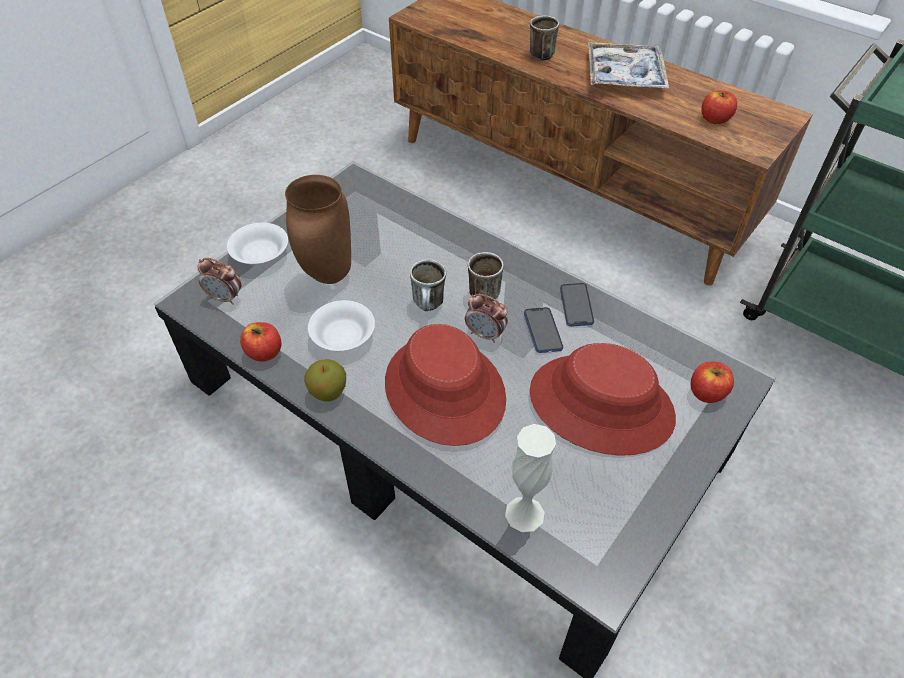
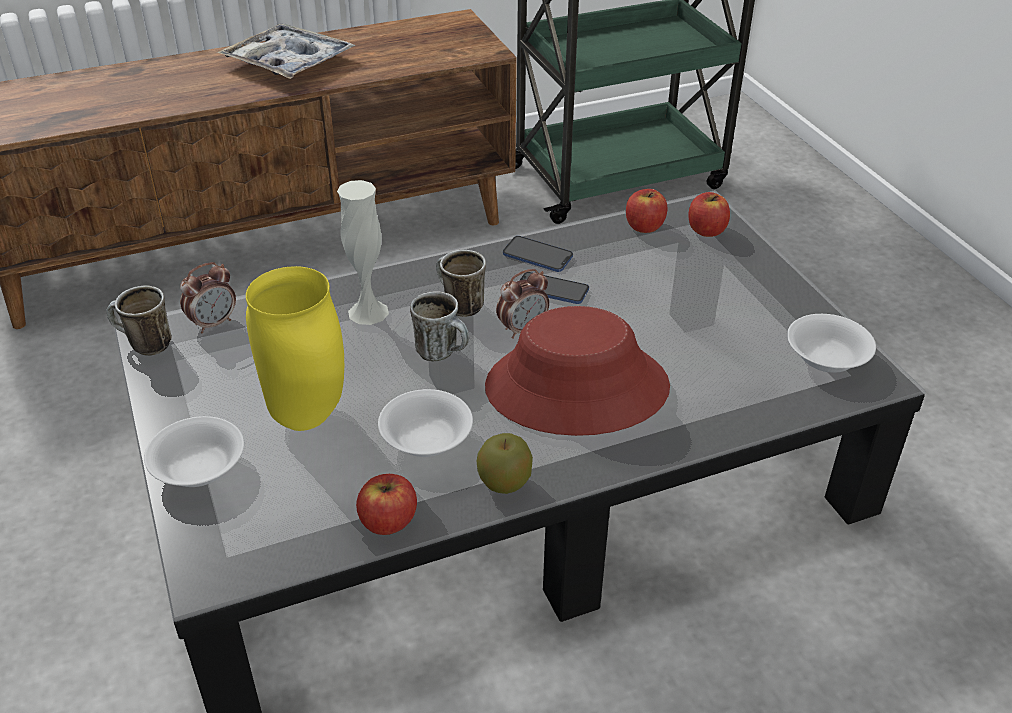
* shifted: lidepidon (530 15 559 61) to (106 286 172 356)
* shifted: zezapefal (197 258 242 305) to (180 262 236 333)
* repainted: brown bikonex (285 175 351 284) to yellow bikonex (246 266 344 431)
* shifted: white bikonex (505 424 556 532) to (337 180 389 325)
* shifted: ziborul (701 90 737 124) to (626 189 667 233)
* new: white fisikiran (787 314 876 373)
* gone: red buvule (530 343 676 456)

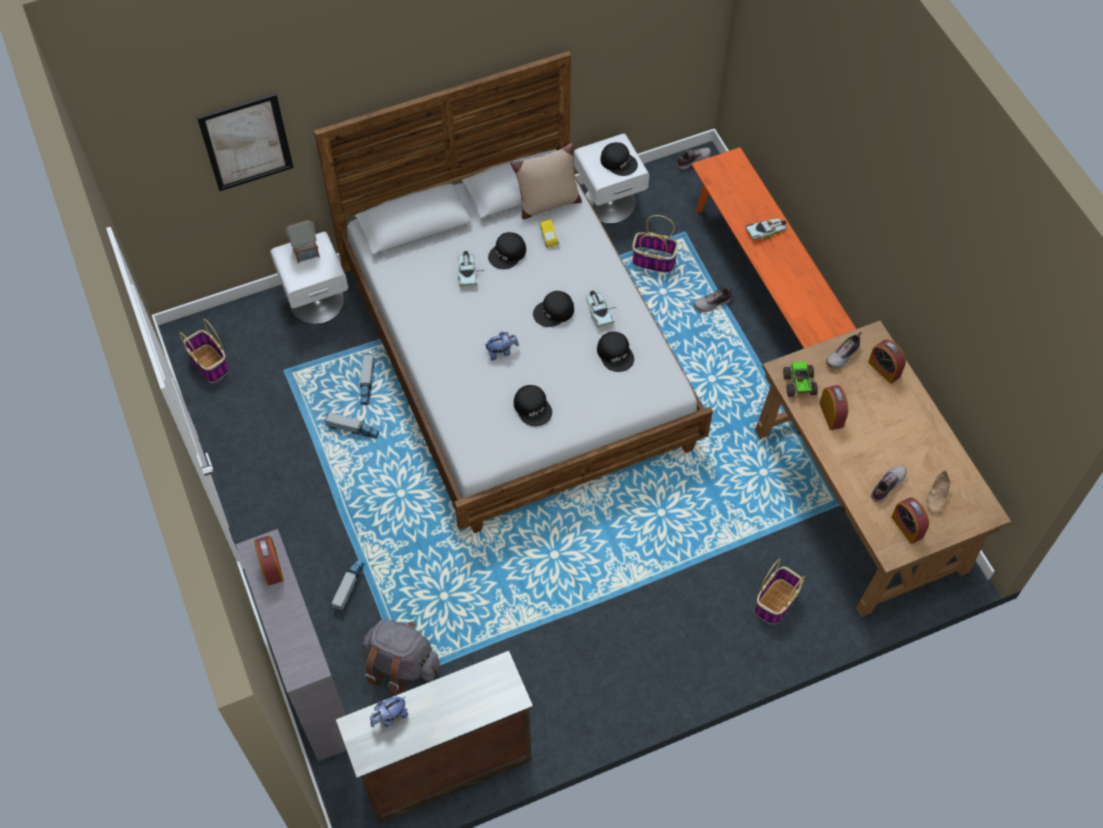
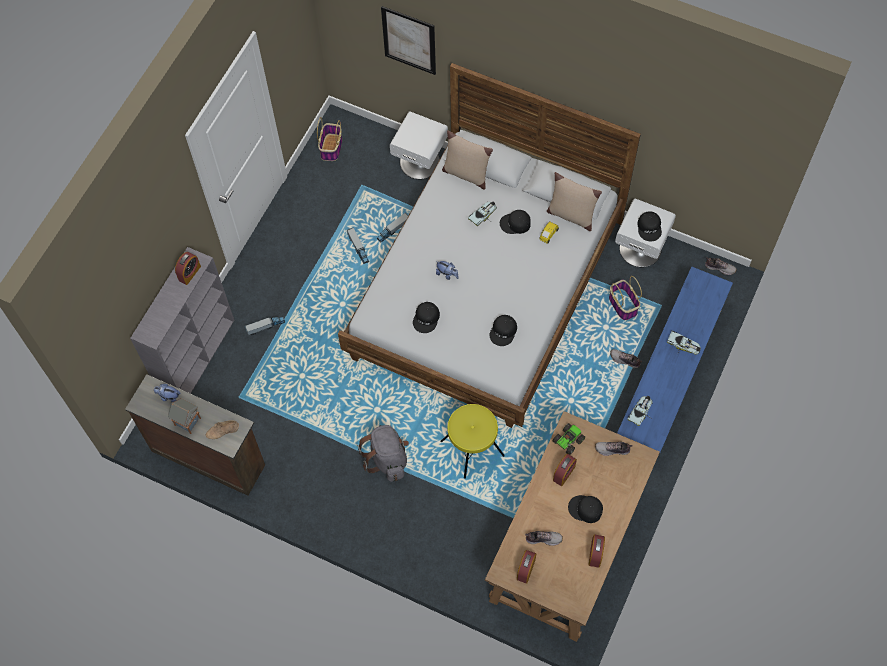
* shifted: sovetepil (285 220 320 263) to (168 398 201 434)
* shifted: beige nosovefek (927 470 950 514) to (206 420 239 439)
* shifted: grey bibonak (363 619 440 695) to (358 425 409 482)
* new: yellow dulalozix (440 404 505 479)
* new: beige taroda (442 130 493 190)
* shifted: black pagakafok (533 291 574 327) to (568 495 603 523)
* shifted: zezapefal (868 339 906 384) to (588 535 605 568)
* repainted: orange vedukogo (691 147 856 348) to blue vedukogo (617 266 733 452)
* shifted: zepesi (586 291 616 328) to (627 396 653 426)
* gone: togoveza (754 559 805 624)

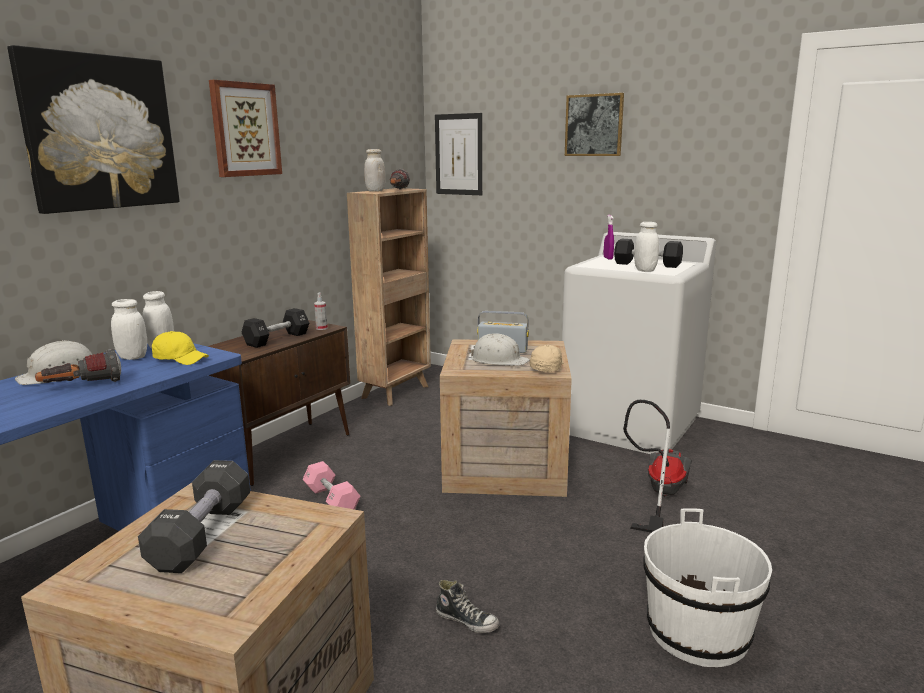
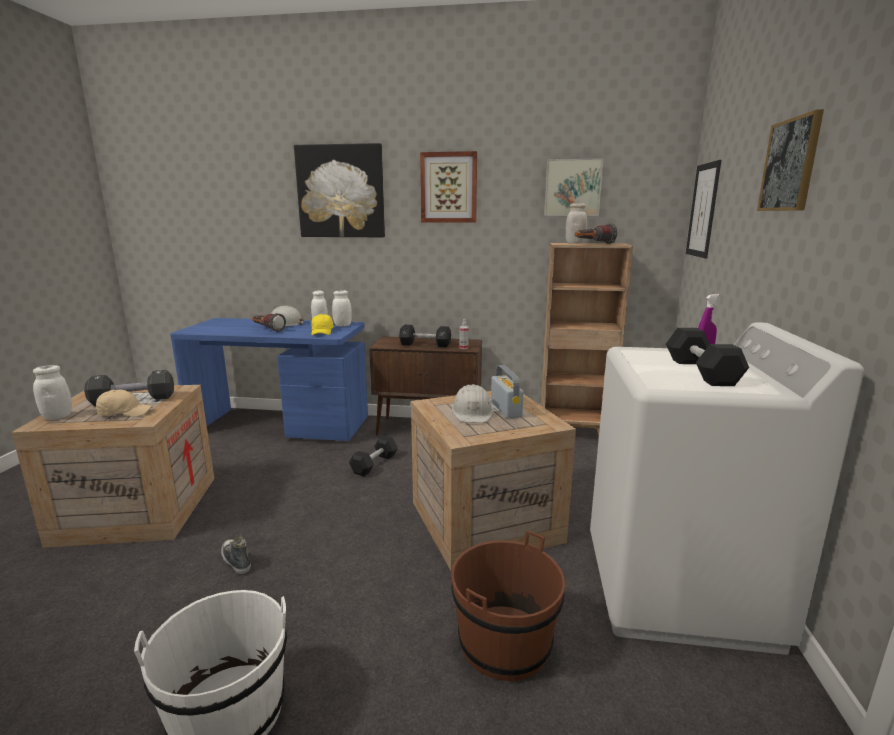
* shifted: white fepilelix (634 222 659 272) to (33 365 72 420)
* shifted: beige pagakafok (530 345 563 372) to (96 390 153 417)
* rotated: nosovefek (436 580 500 633) = (221 535 251 574) 135 degrees clockwise
* repainted: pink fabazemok (302 461 361 510) to black fabazemok (349 436 398 476)
* swapped: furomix (623 400 692 533) to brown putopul (451 530 565 681)
* new: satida (544 158 604 216)

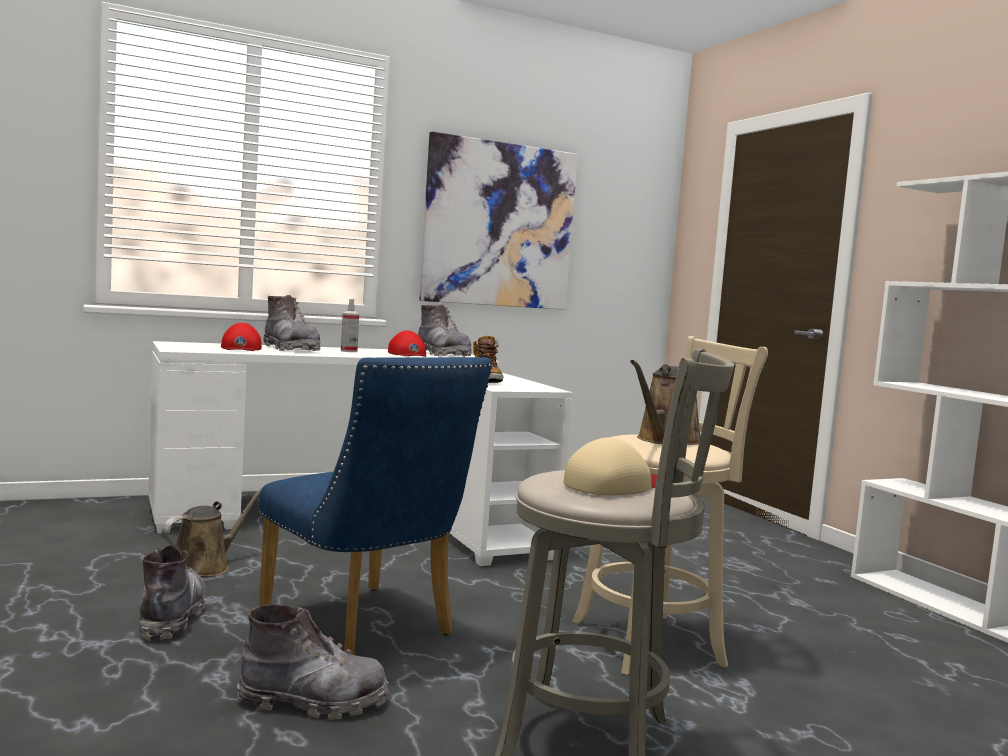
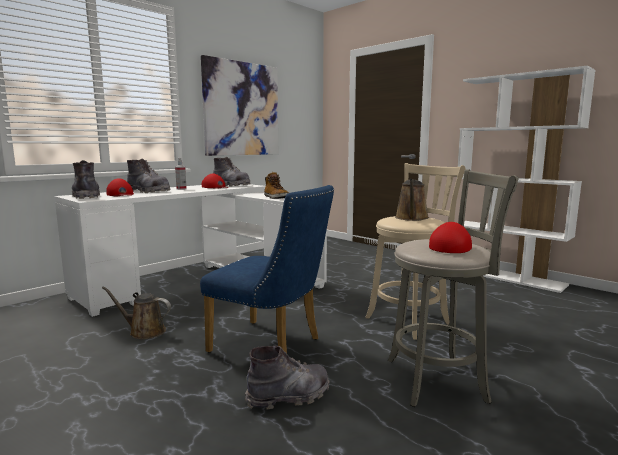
* shifted: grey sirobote (139 545 206 640) to (72 160 100 199)
* rotated: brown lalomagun (162 488 262 577) = (102 287 171 339) 90 degrees counterclockwise
* repainted: beige pagakafok (564 437 657 495) to red pagakafok (429 222 472 253)

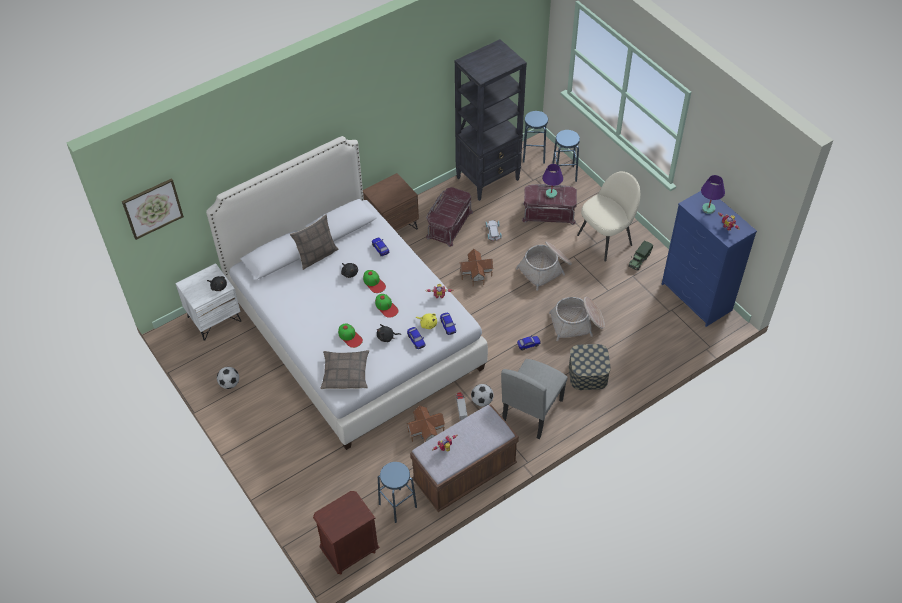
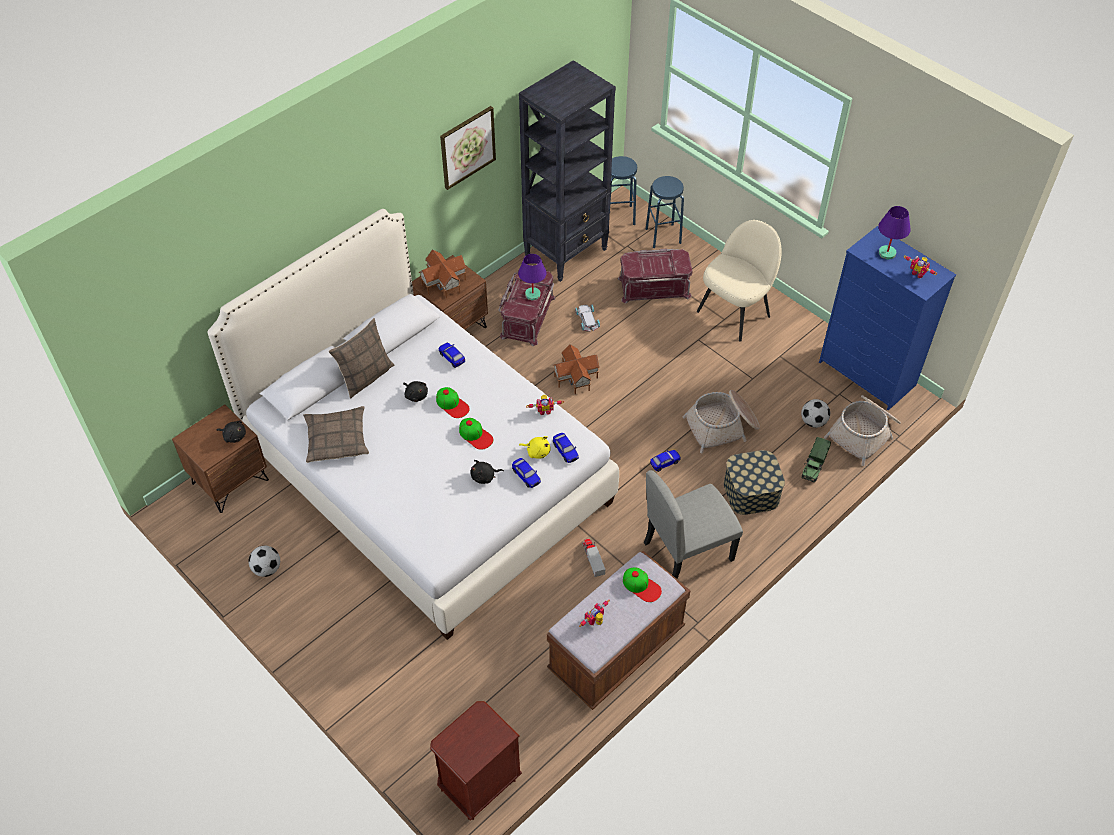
* repainted: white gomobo (176 263 241 341) to brown gomobo (172 404 269 513)
* shifted: taroda (320 350 369 389) to (303 406 369 463)
* shifted: sovetepil (407 405 445 442) to (419 249 467 298)
* shifted: satida (122 178 184 240) to (440 106 496 190)
* shifted: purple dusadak (542 164 563 198) to (518 254 547 300)
* shifted: pagakafok (338 324 363 348) to (623 567 662 602)
* rotated: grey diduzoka (501 359 568 439) = (644 470 743 579) 45 degrees clockwise
* shifted: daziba (471 384 494 406) to (801 399 830 428)
* shifted: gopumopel (628 240 653 270) to (801 437 831 483)
* shifted: togoveza (516 241 572 291) to (824 395 901 466)
* gone: blue dulalozix (378 462 417 523)

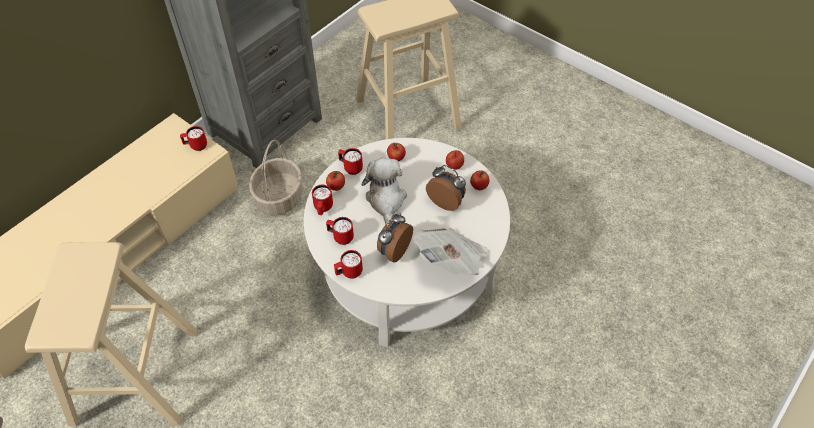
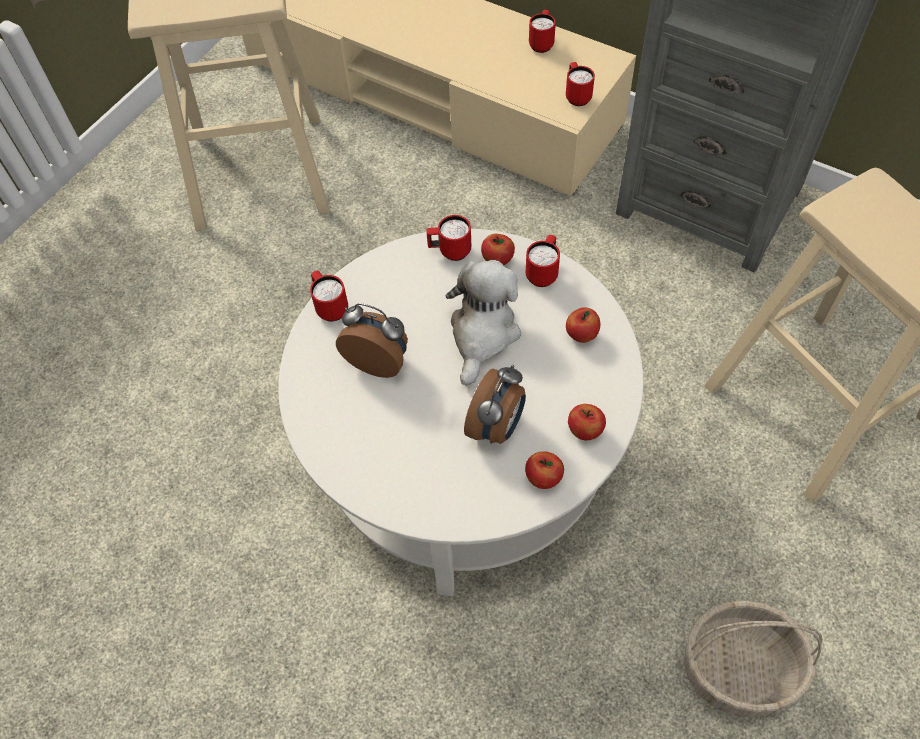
* rotated: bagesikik (361 157 407 224) = (446 260 521 386) 60 degrees counterclockwise
* shifted: red lidepidon (326 217 354 245) to (529 10 556 53)
* shifted: togoveza (249 140 303 215) to (684 601 823 717)
* gone: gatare (413 228 489 275)

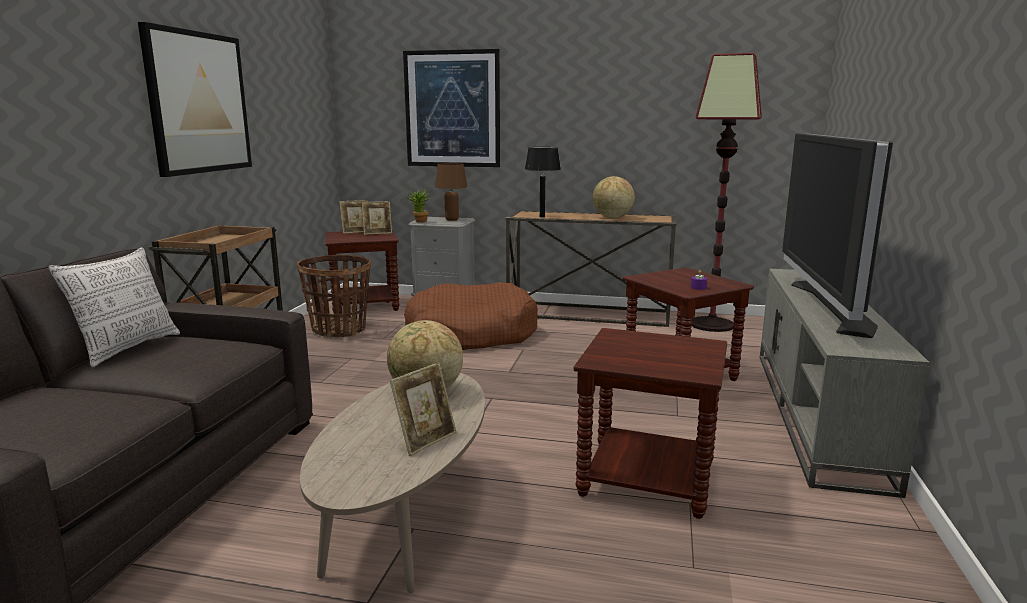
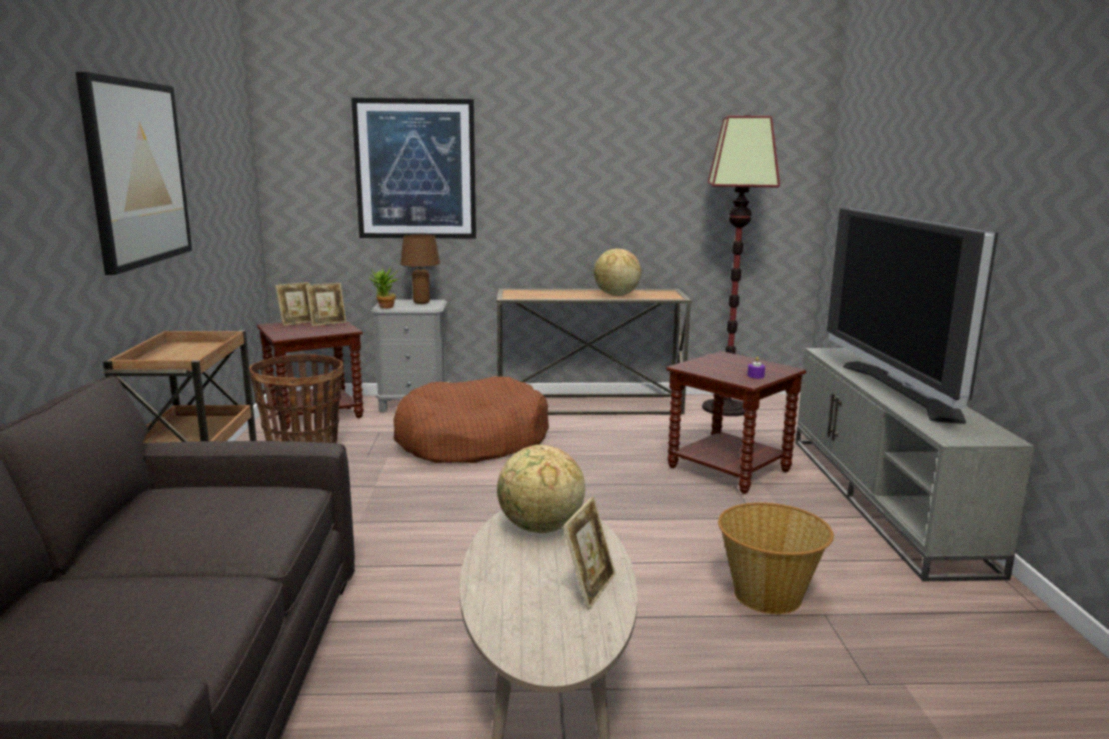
* swapped: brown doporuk (573 328 727 519) to togoveza (718 502 834 614)
* gone: taroda (49 247 180 367)
* gone: black dusadak (525 147 561 218)

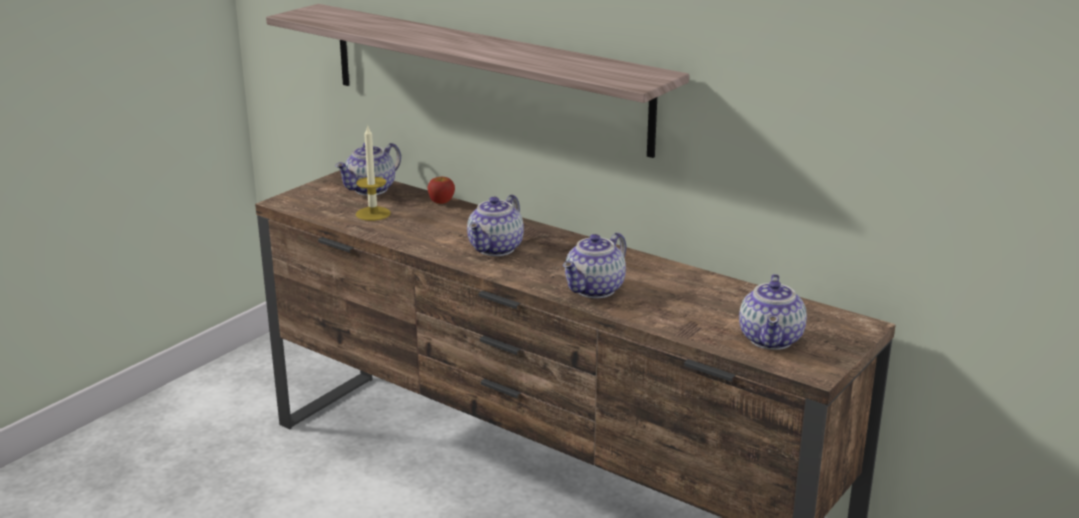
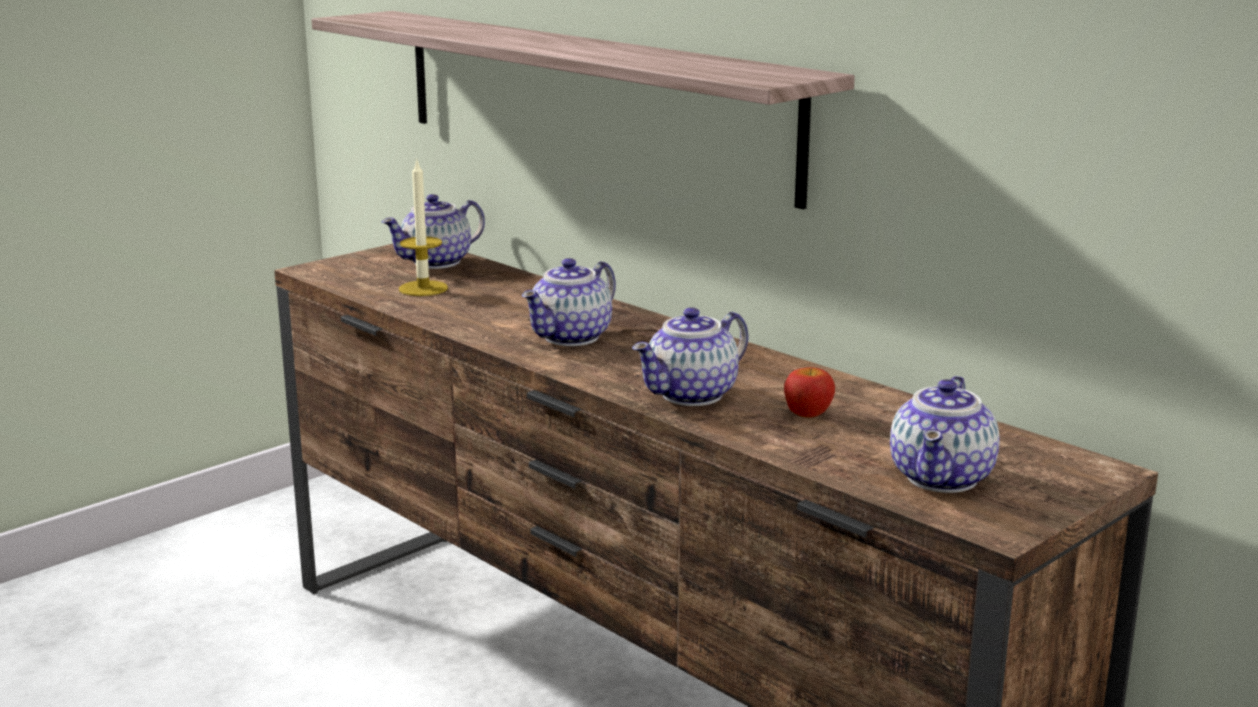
* shifted: ziborul (428 177 455 204) to (784 367 835 418)

